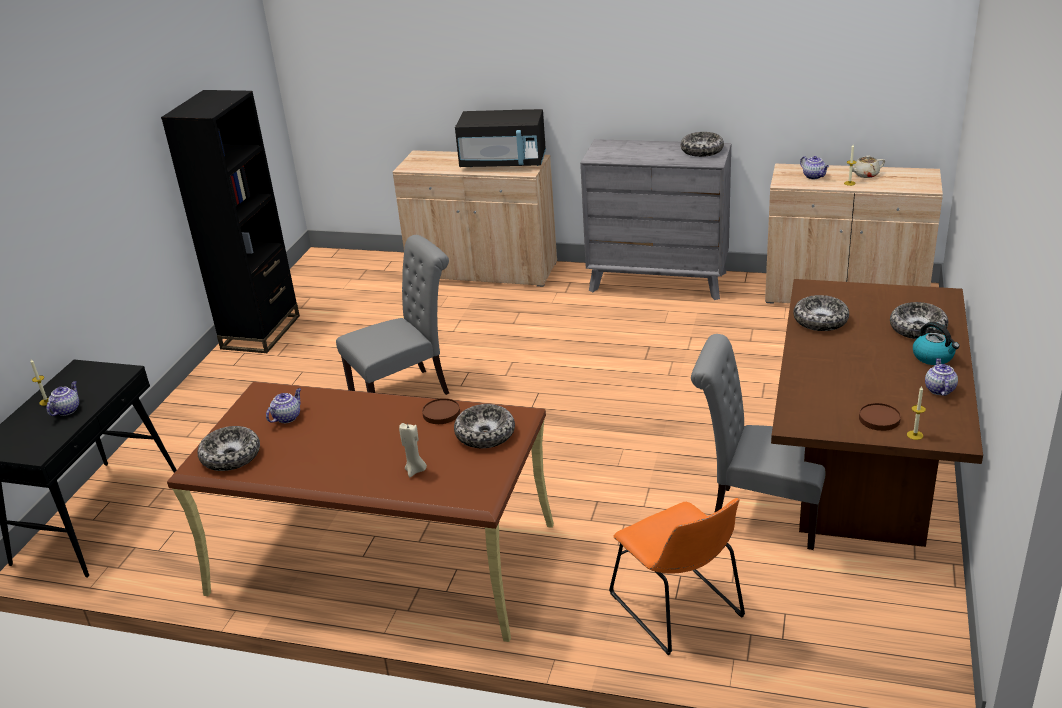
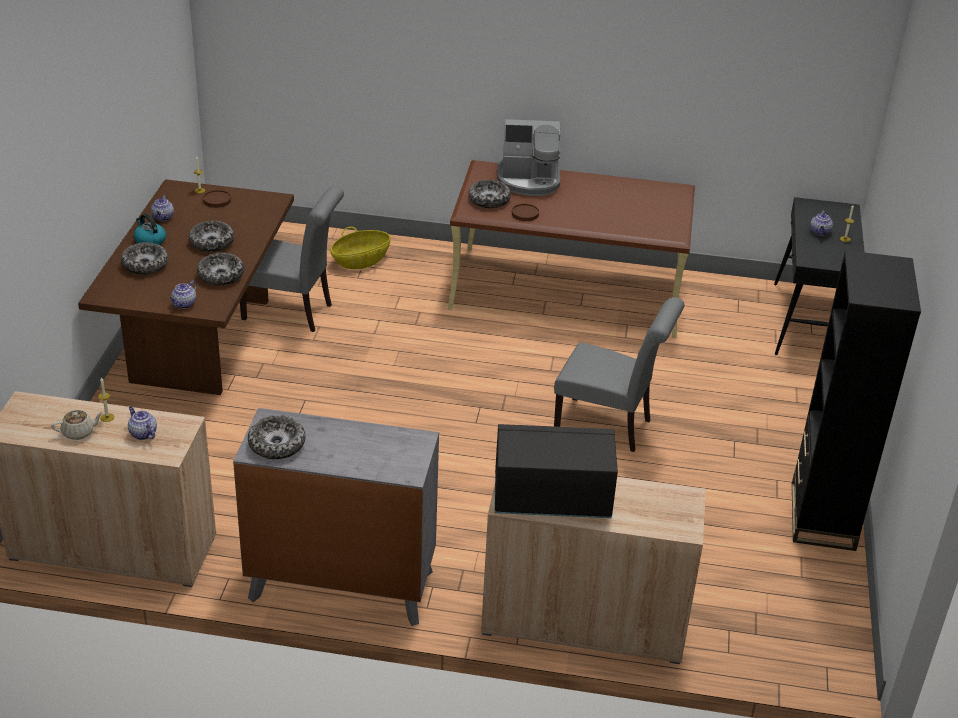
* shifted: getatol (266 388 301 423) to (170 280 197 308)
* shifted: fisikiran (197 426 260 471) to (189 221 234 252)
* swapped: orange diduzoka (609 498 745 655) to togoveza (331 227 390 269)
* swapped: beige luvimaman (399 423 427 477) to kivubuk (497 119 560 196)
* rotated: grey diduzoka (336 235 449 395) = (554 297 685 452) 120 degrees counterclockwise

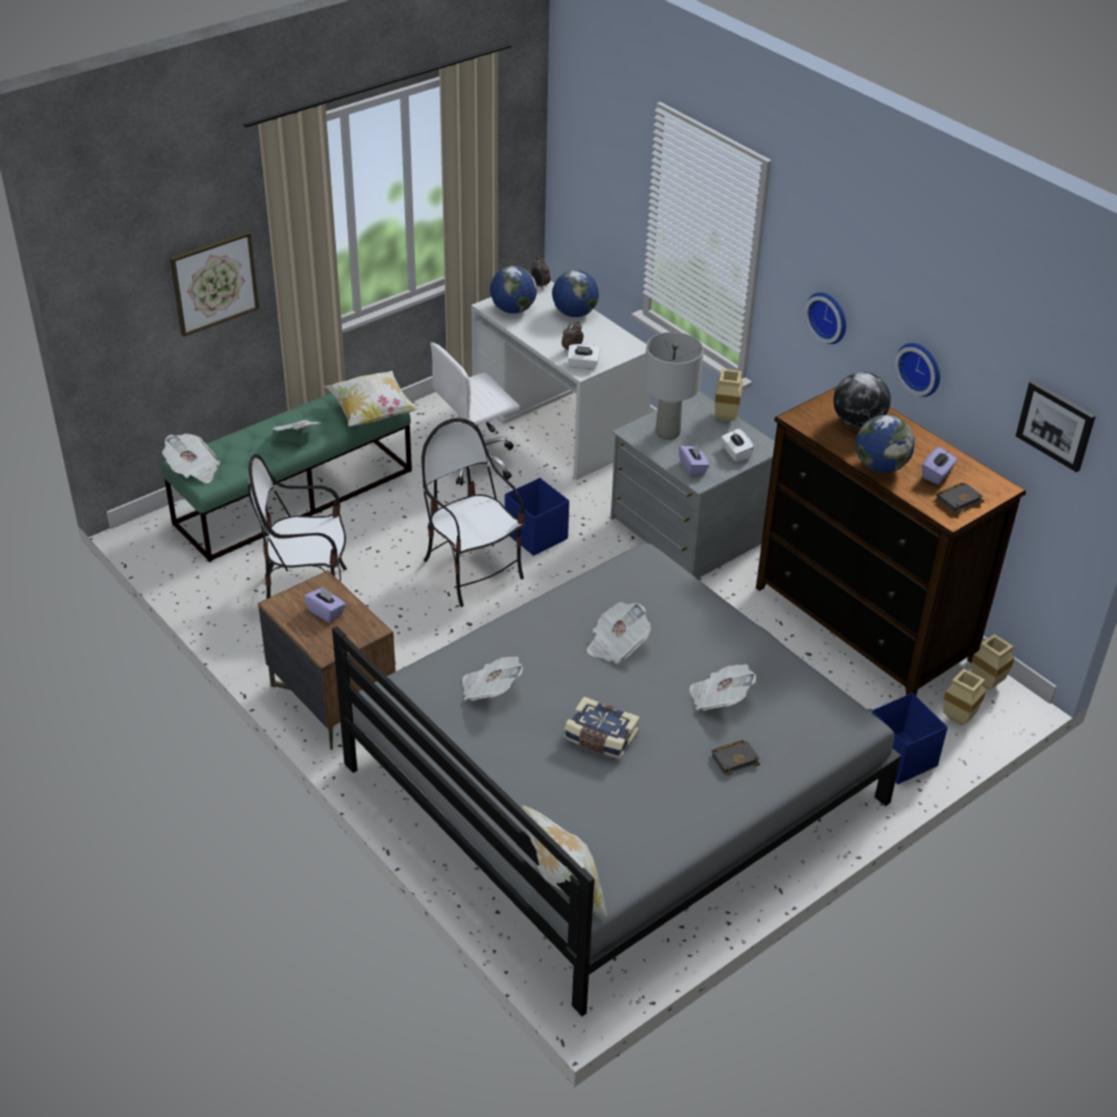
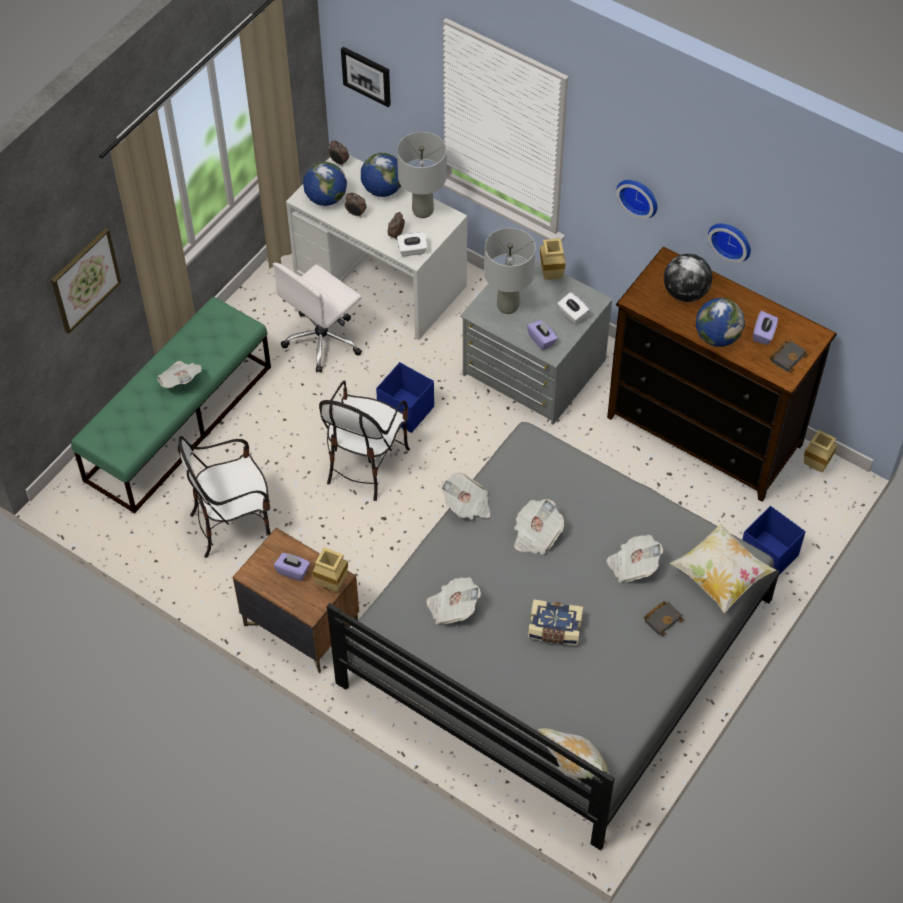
* shifted: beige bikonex (943 668 986 725) to (312 547 348 592)
* rotated: diduzoka (421 418 525 607) = (319 380 410 501) 105 degrees counterclockwise
* shifted: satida (1016 380 1095 472) to (341 47 391 107)
* new: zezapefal (345 192 367 218)
* new: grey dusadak (397 132 447 218)
* shifted: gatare (162 434 220 483) to (441 473 490 520)
* shifted: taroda (325 371 419 426) to (670 523 776 613)

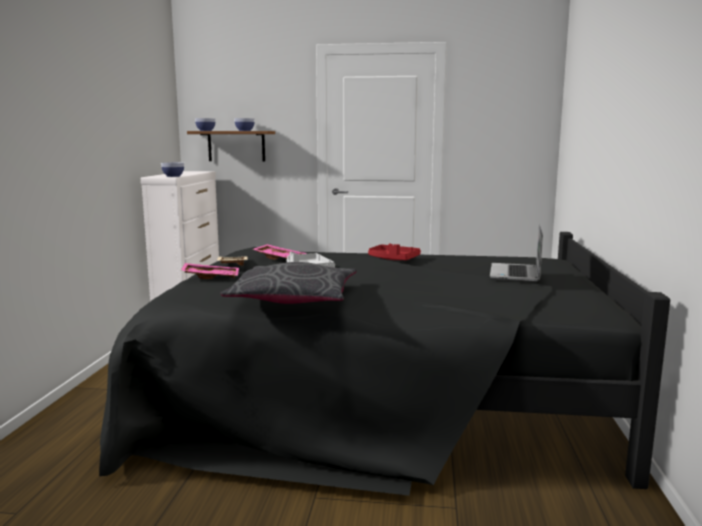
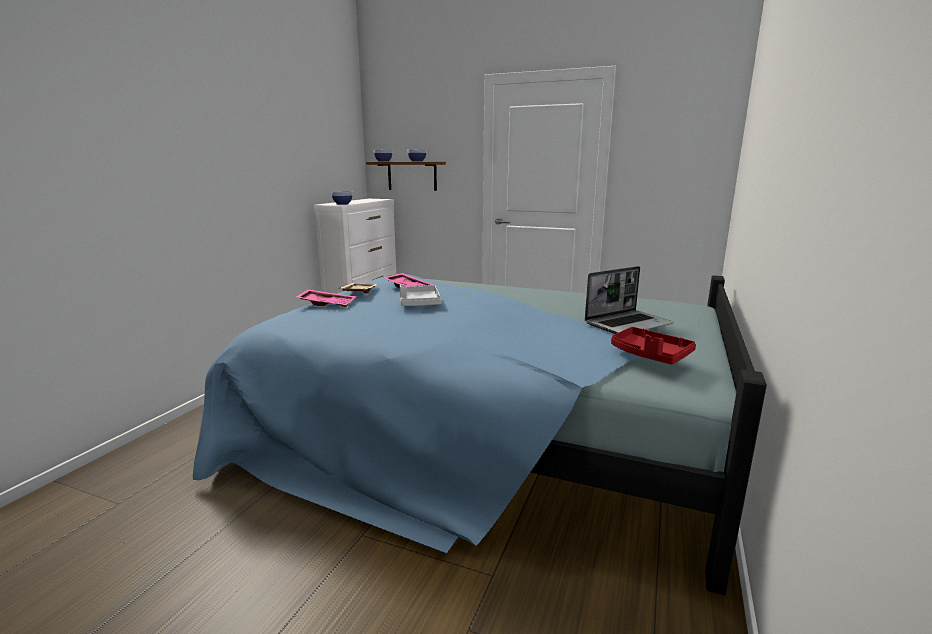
* repainted: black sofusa (99 232 670 496) to blue sofusa (193 274 767 595)
* rotated: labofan (490 224 543 283) = (585 266 674 334) 150 degrees counterclockwise
* shifted: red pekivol (368 243 421 260) to (611 327 696 365)
* gone: grey taroda (221 262 357 304)

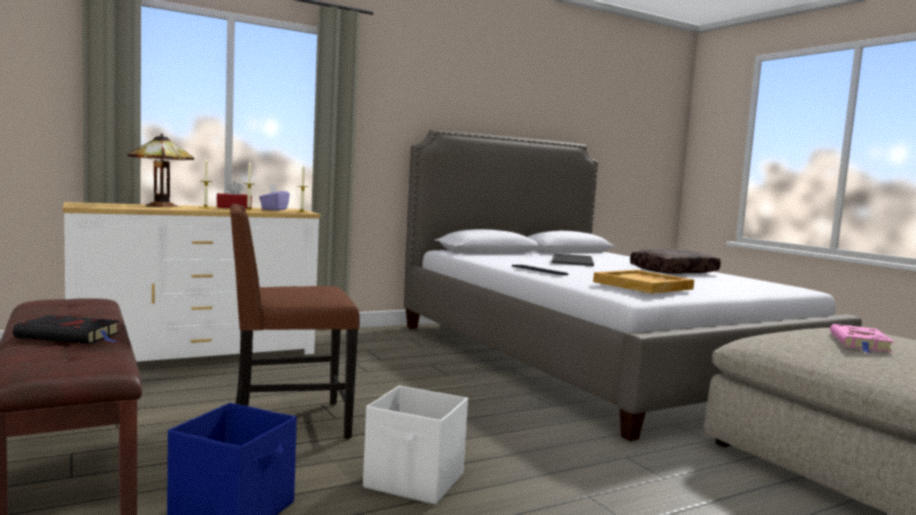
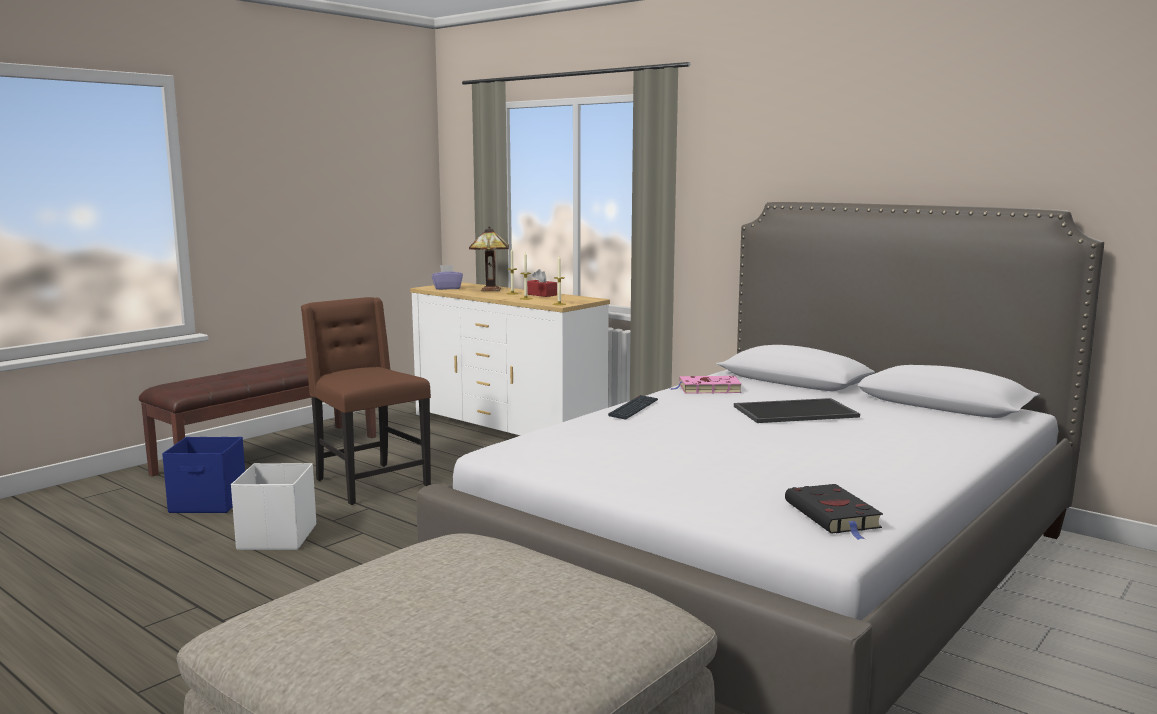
* shifted: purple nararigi (259 185 290 210) to (432 265 463 290)
* shifted: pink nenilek (830 324 894 353) to (670 376 742 394)
* shifted: black nenilek (13 315 119 344) to (785 484 883 540)
* gone: beige pekivol (593 270 694 294)
* gone: brown taroda (630 249 721 274)

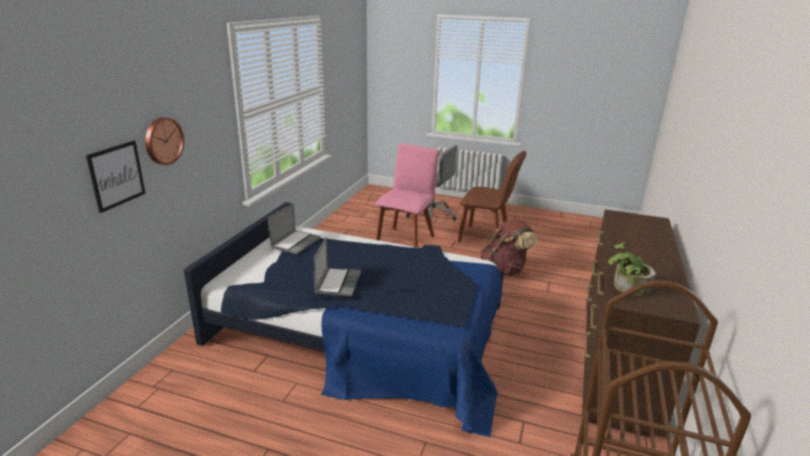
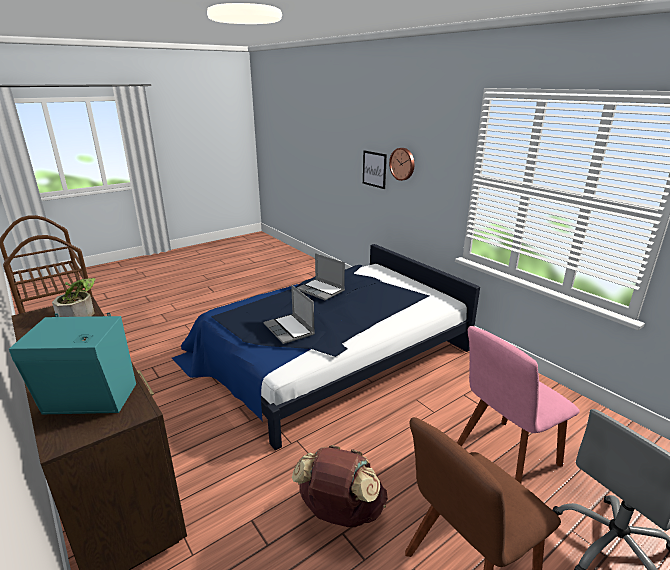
* new: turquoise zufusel (9 313 136 414)
* shifted: labofan (268 203 321 254) to (264 285 315 344)
* rotated: pink diduzoka (375 143 439 247) = (457 326 580 483) 90 degrees clockwise

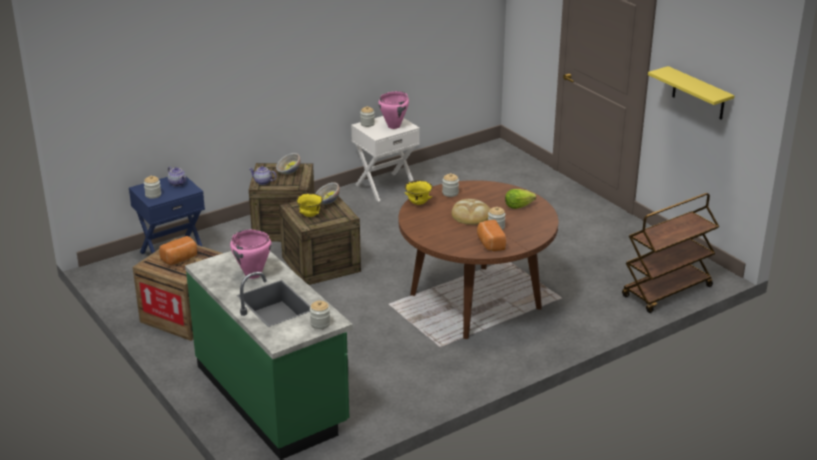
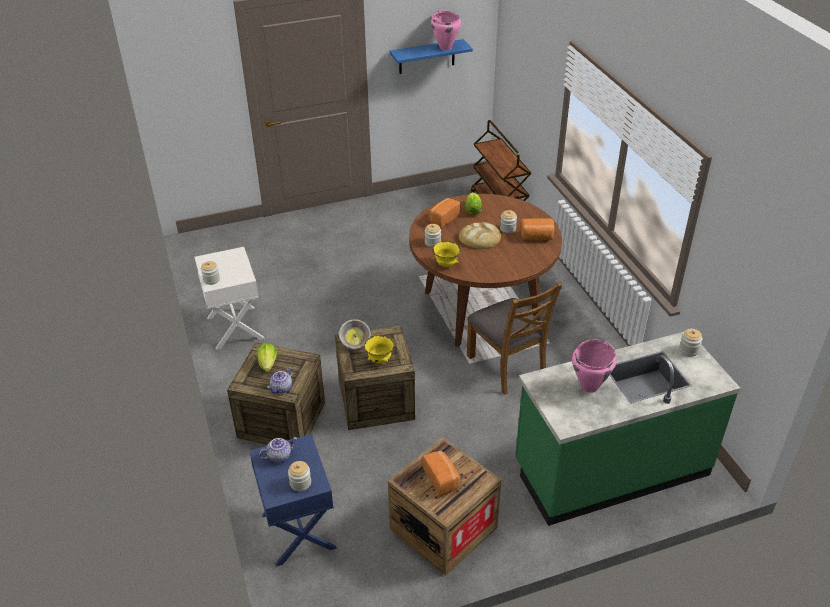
* swapped: fisikiran (276 153 301 174) to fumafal (257 343 277 372)
* repainted: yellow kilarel (648 66 735 120) to blue kilarel (390 39 473 74)
* new: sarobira (429 198 461 228)
* shifted: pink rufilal (378 91 409 129) to (431 10 461 50)
* new: brown diduzoka (467 282 562 395)

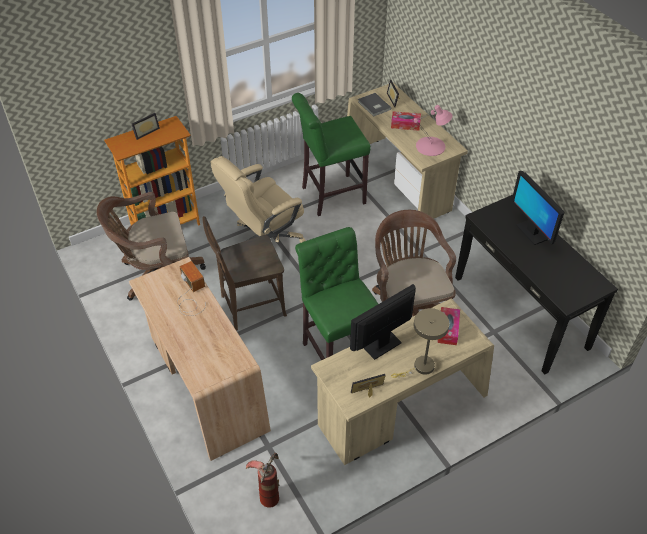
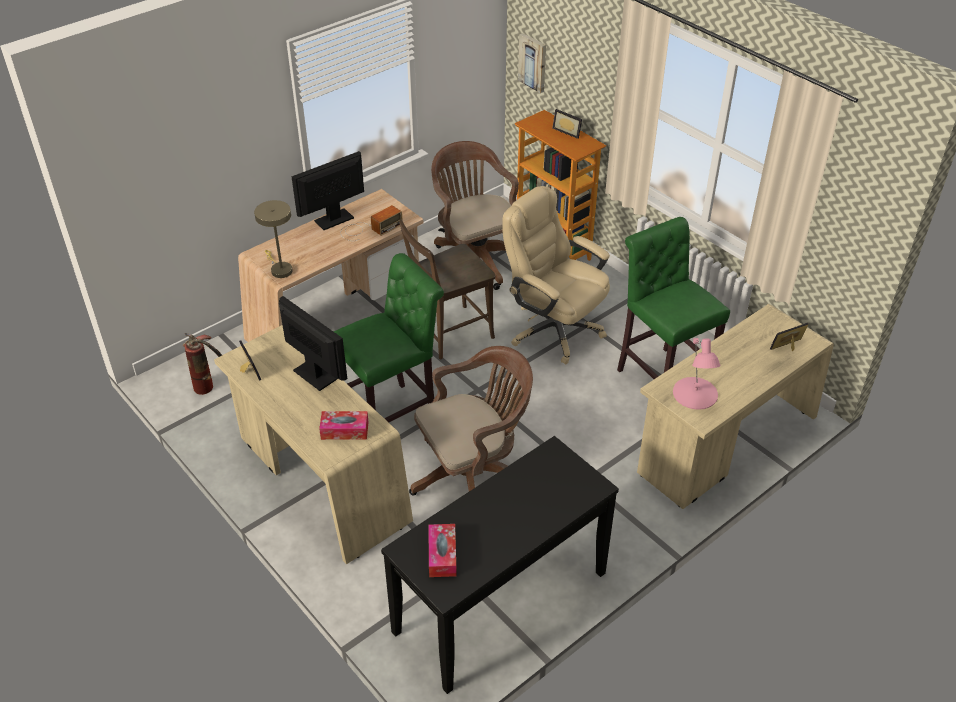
* shifted: beige dusadak (391 308 449 378) to (254 200 293 278)
* shifted: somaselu (511 171 565 245) to (291 151 364 230)
* rotated: brown diduzoka (202 216 287 331) = (399 220 495 359) 90 degrees counterclockwise
* shifted: nararigi (391 111 421 131) to (428 524 457 577)
* new: satida (518 33 546 93)
* gone: grey nenilek (358 93 391 117)

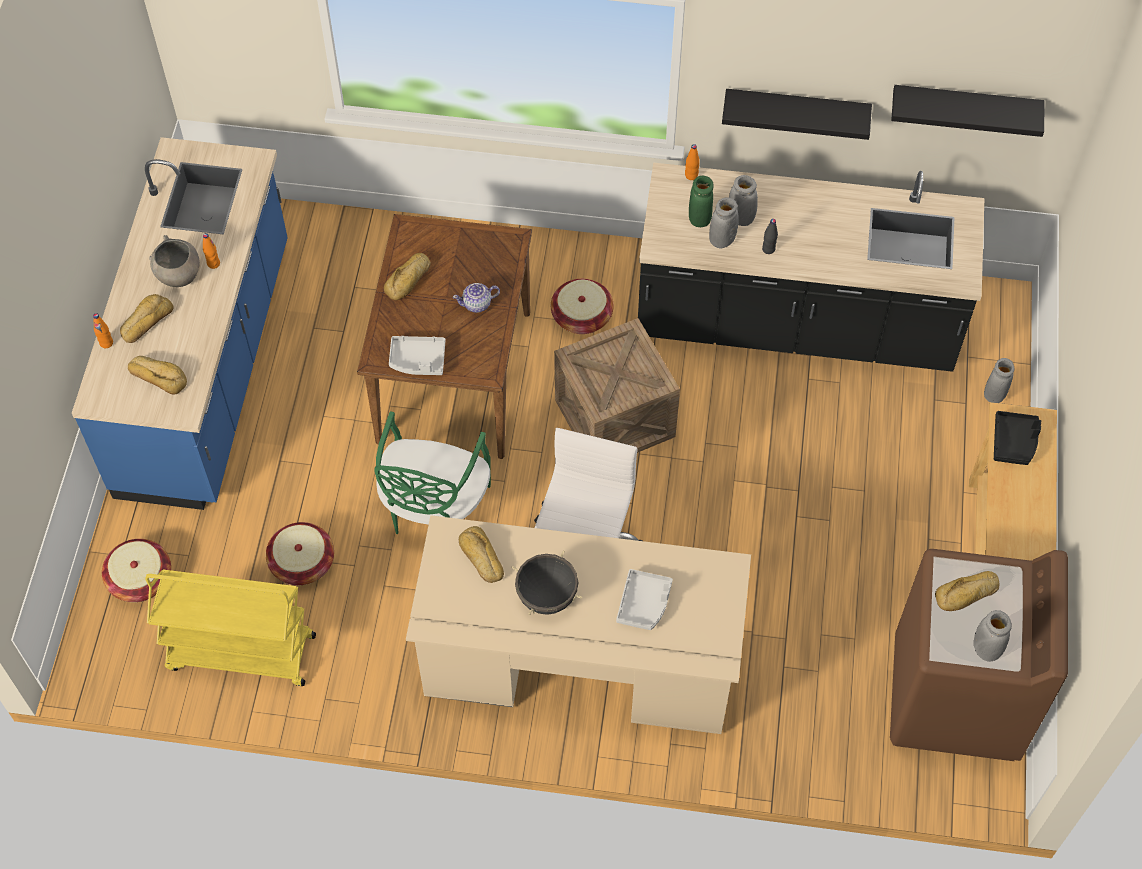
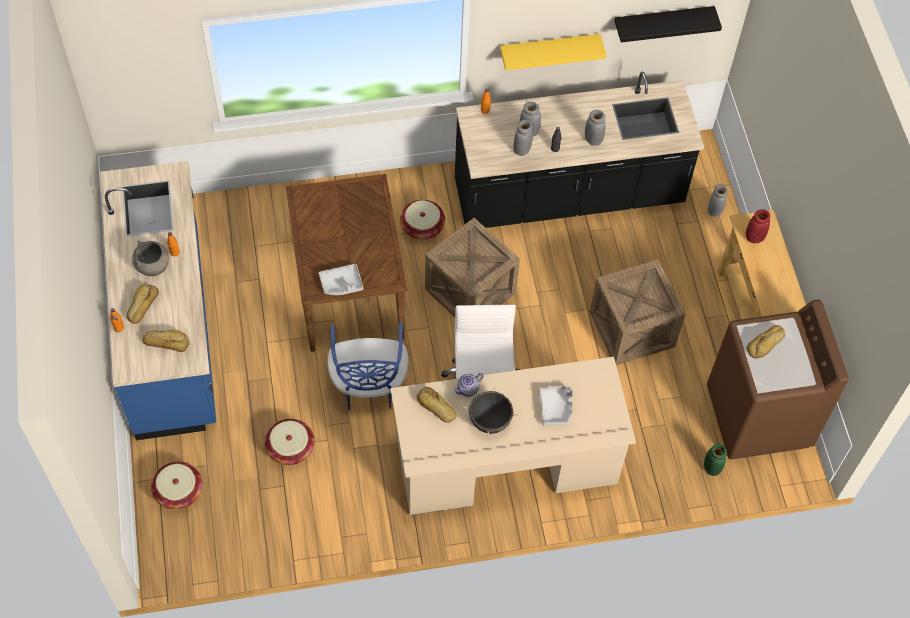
* repainted: green diduzoka (375 411 491 534) to blue diduzoka (327 322 408 411)
* shifted: getatol (453 283 500 313) to (453 373 484 397)
* repainted: black kilarel (722 89 872 140) to yellow kilarel (500 34 607 70)
* shifted: grey bikonex (974 610 1012 662) to (585 110 606 146)
* new: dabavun (590 260 685 365)
* shifted: green bikonex (689 176 714 227) to (704 444 727 476)
* swapped: black pekivol (994 411 1041 465) to red bikonex (746 209 770 243)
* gone: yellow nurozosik (145 569 316 686)
* gone: sarobira (384 253 431 300)

